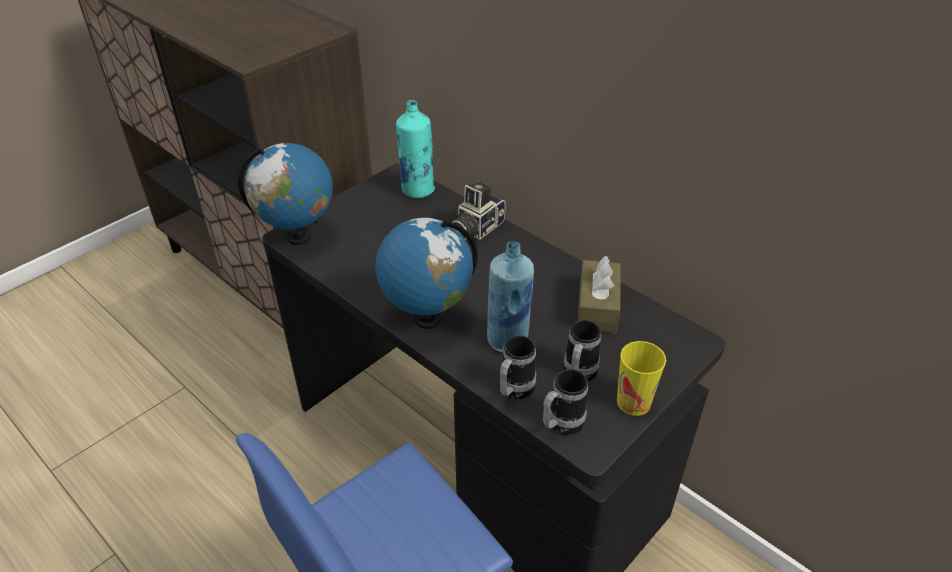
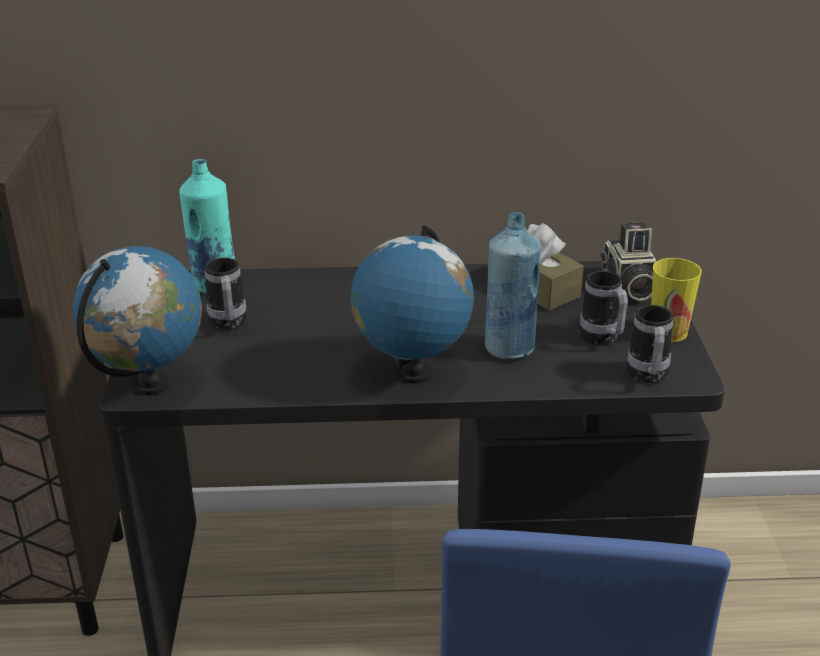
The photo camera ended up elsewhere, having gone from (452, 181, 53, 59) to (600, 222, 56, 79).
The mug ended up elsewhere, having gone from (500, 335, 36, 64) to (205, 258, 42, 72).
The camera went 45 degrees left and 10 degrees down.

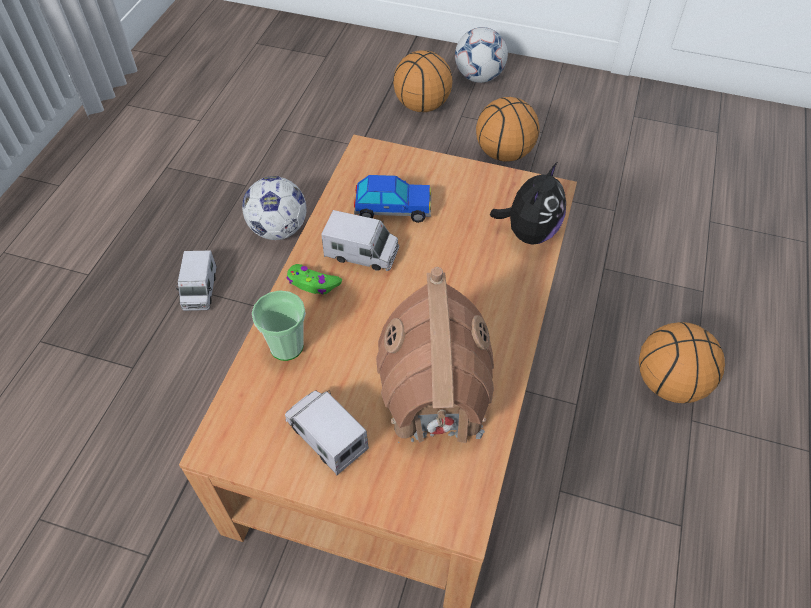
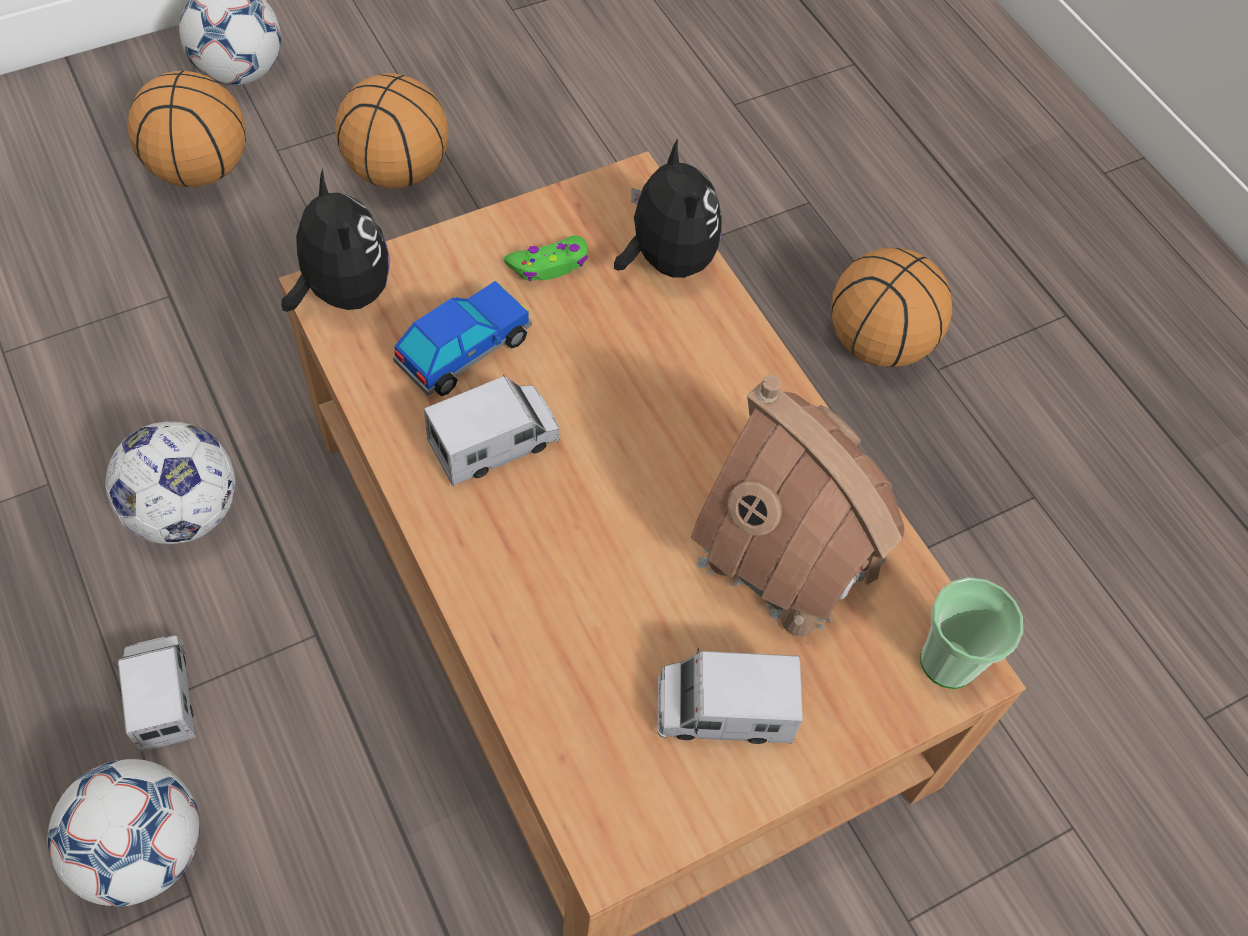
The model truck at (175, 250, 42, 61) ended up facing another way, 150 degrees counterclockwise from before.
The green game controller ended up elsewhere, having gone from (286, 264, 56, 30) to (504, 236, 84, 45).
The small cup ended up elsewhere, having gone from (252, 290, 54, 71) to (920, 577, 103, 112).
The second view gained the cuddly toy at (281, 169, 109, 143).
The second view gained the ball for football at (48, 759, 152, 148).
The camera went 50 degrees left and 5 degrees up.

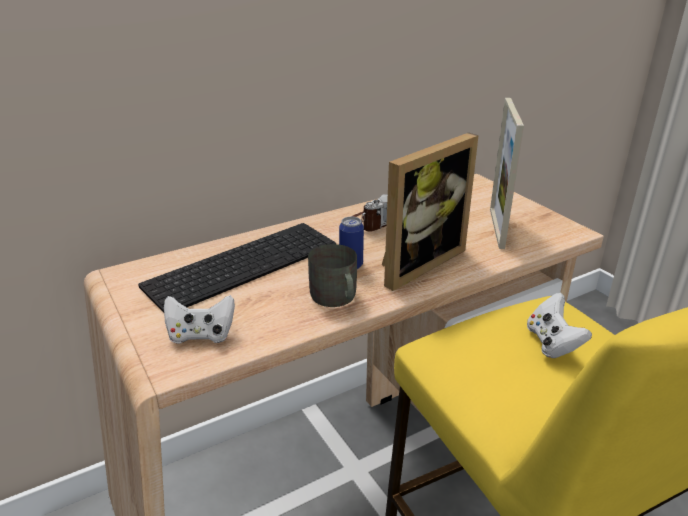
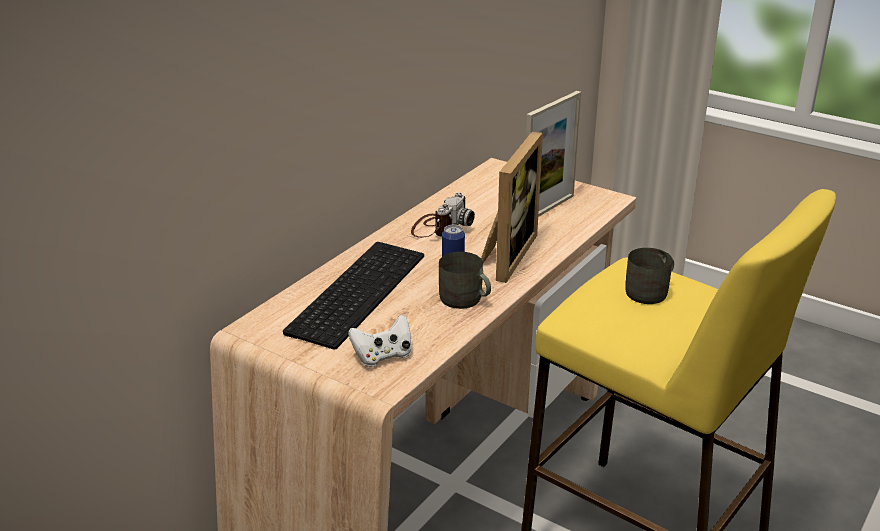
The photo frame at (490, 98, 34, 151) ended up facing another way, 120 degrees counterclockwise from before.
Where the white game controller stood at (527, 293, 65, 65), the gray mug came to stand at (625, 248, 49, 56).
The camera went 25 degrees left and 0 degrees up.

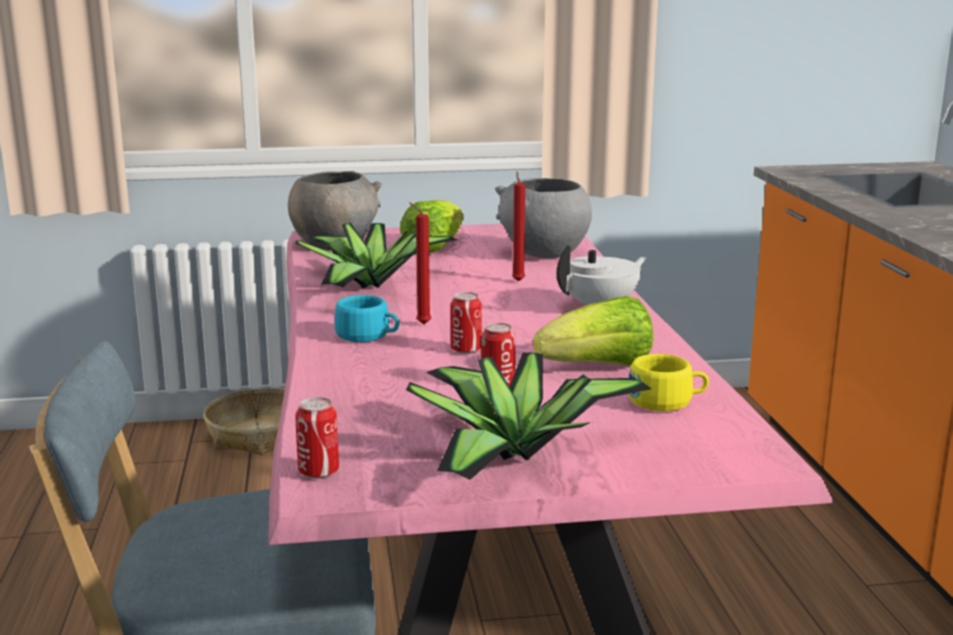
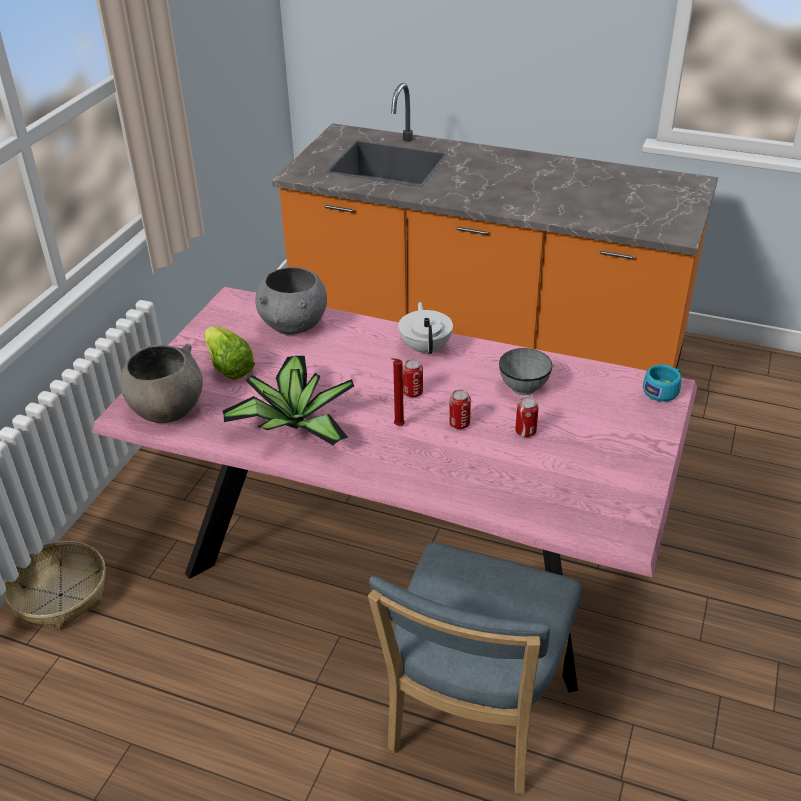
The second view lost the red candle at (512, 171, 13, 111).
The blue-green small cup ended up elsewhere, having gone from (334, 295, 66, 47) to (643, 364, 38, 38).
Where the lettuce head stood at (533, 296, 120, 70), the gray serving bowl came to stand at (499, 348, 53, 47).
The second view lost the plant in a pot at (406, 352, 246, 128).
The second view lost the yellowish small cup at (629, 354, 80, 57).
The sealed can ended up elsewhere, having gone from (295, 397, 44, 82) to (403, 359, 20, 38).
The camera went 60 degrees left and 20 degrees up.

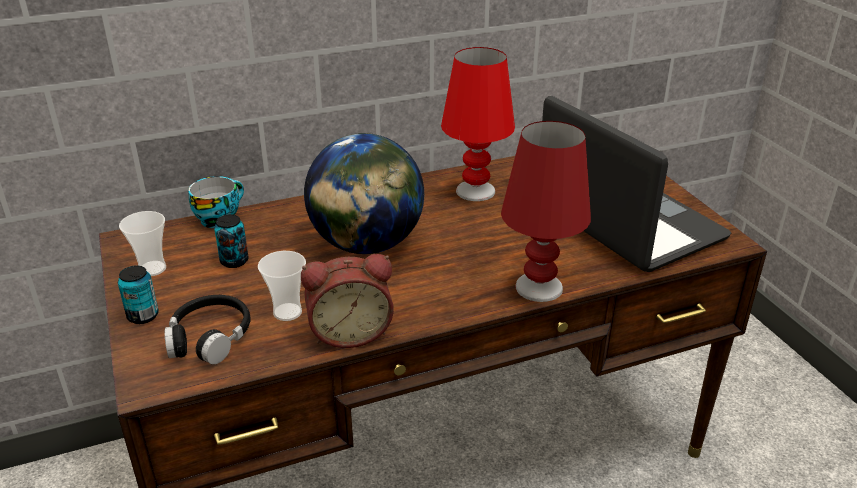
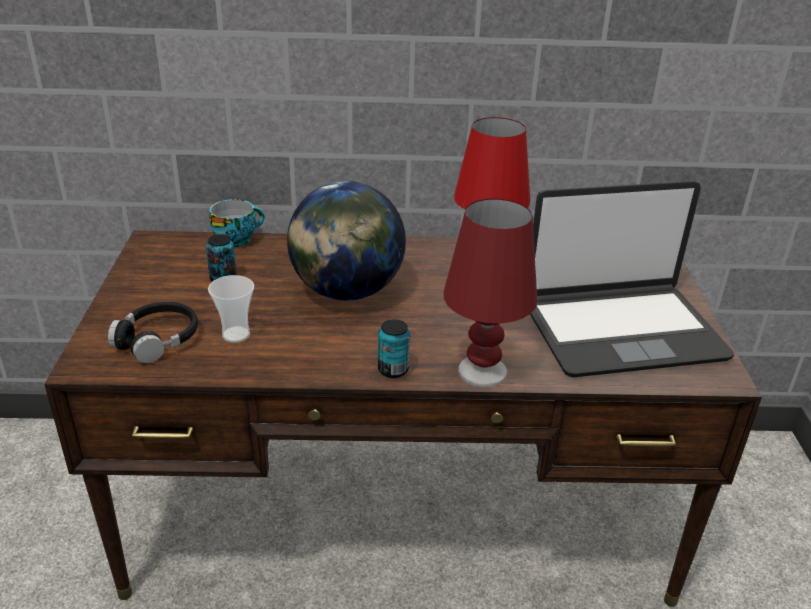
The laptop at (542, 96, 189, 176) ended up facing another way, 90 degrees clockwise from before.
The second view lost the small cup at (119, 211, 47, 65).
The second view lost the table clock at (301, 254, 93, 94).
The sealed can ended up elsewhere, having gone from (118, 265, 41, 59) to (378, 319, 32, 59).
The camera went 20 degrees right and 0 degrees up.

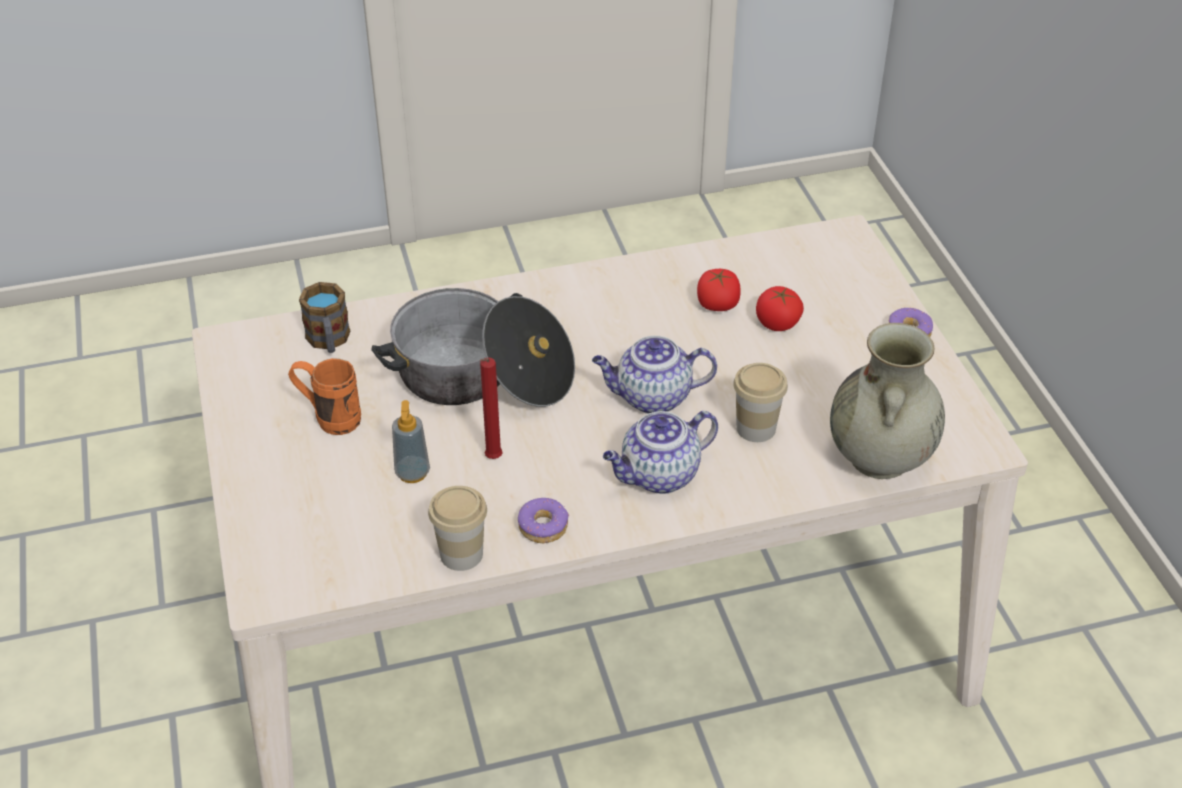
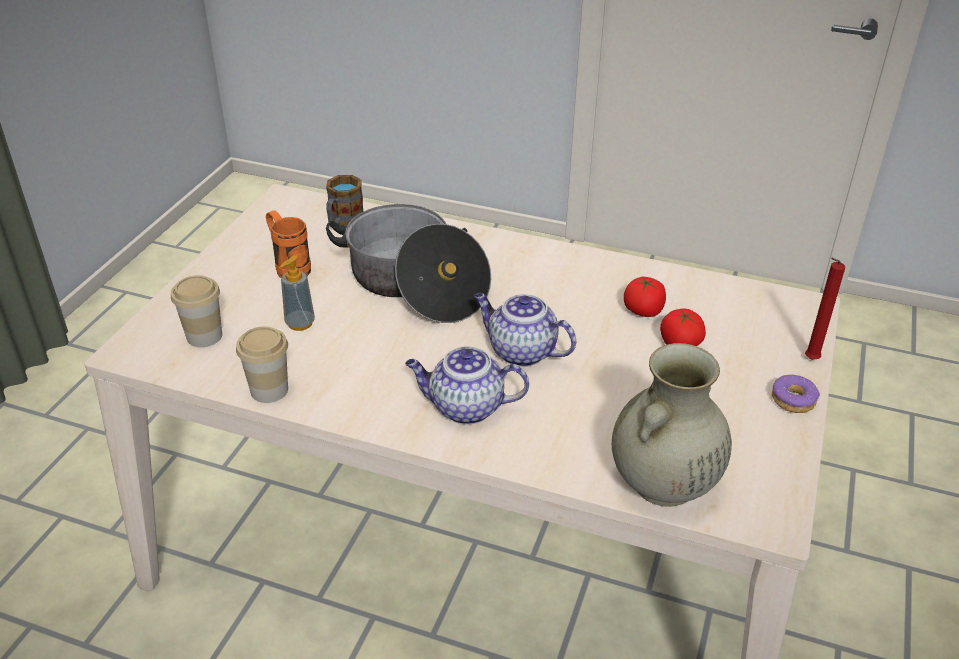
The red candle ended up elsewhere, having gone from (480, 357, 23, 102) to (805, 258, 40, 102).
The small cup ended up elsewhere, having gone from (733, 363, 55, 79) to (171, 275, 51, 72).
The second view lost the ring doughnut at (518, 498, 51, 45).
The camera went 35 degrees right and 5 degrees down.

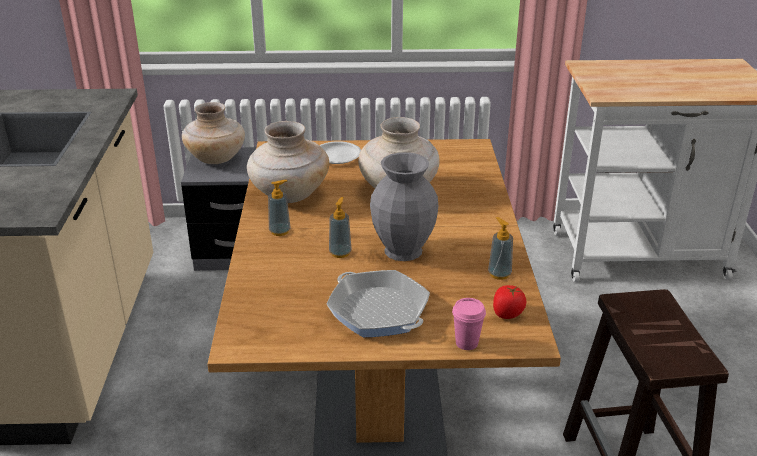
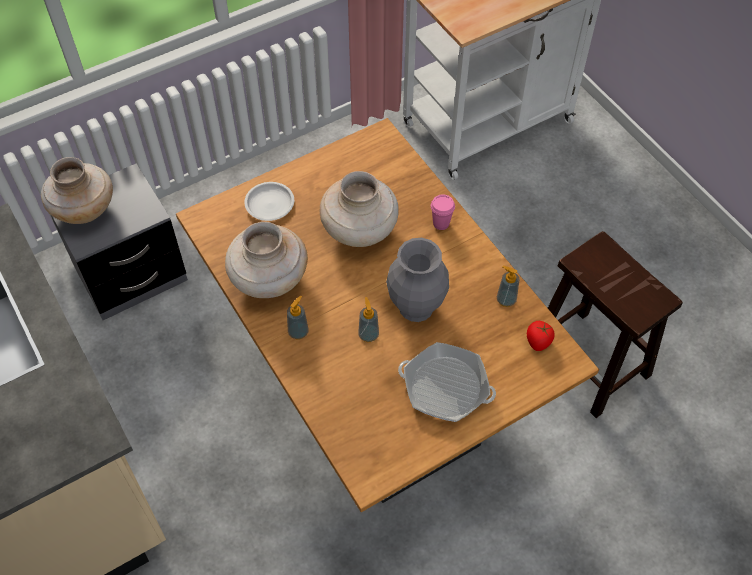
The pink small cup ended up elsewhere, having gone from (452, 298, 34, 52) to (431, 194, 24, 36).
The camera went 30 degrees left and 25 degrees up.

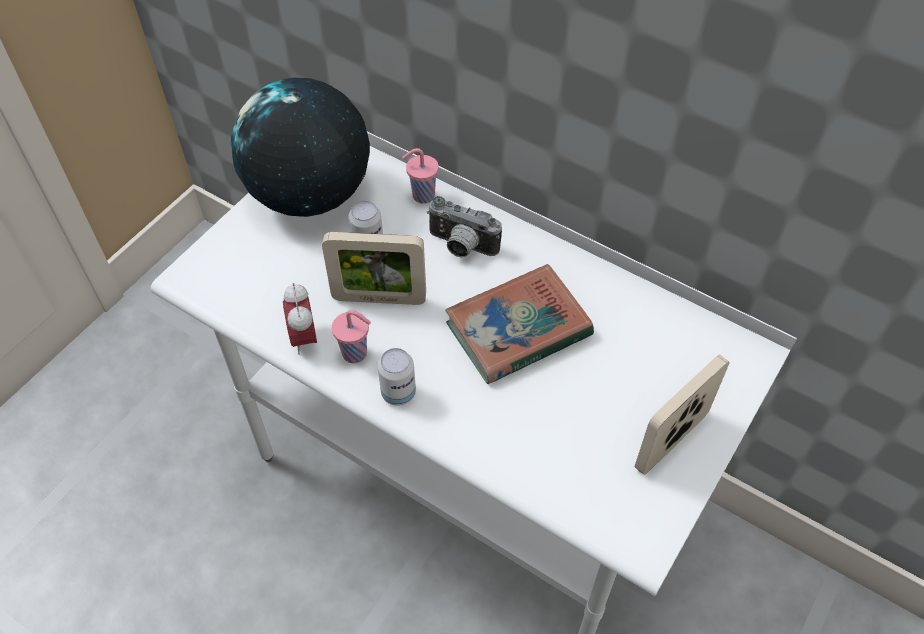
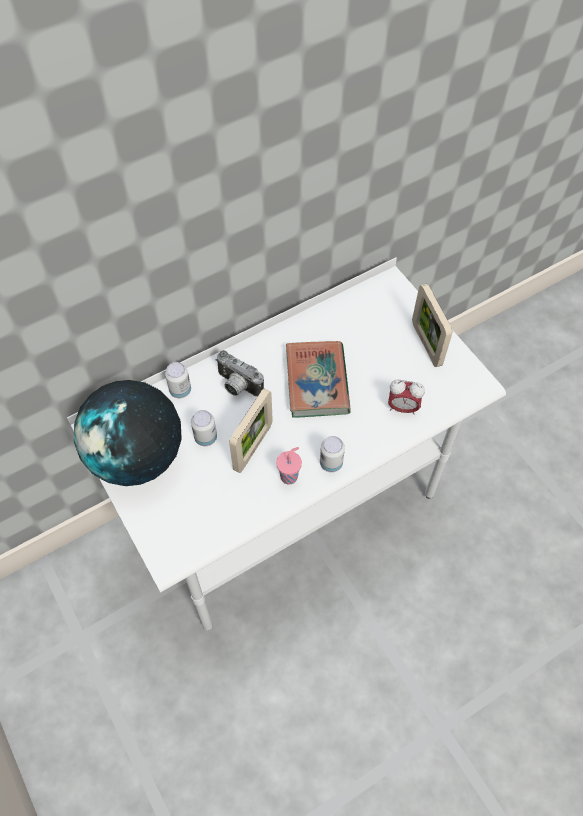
Where the pink small cup stood at (402, 148, 37, 56), the sealed can came to stand at (165, 362, 26, 36).
The photo camera at (427, 196, 75, 62) ended up facing another way, 75 degrees clockwise from before.
The table clock ended up elsewhere, having gone from (283, 283, 34, 72) to (388, 380, 37, 35).
The camera went 65 degrees left and 5 degrees up.

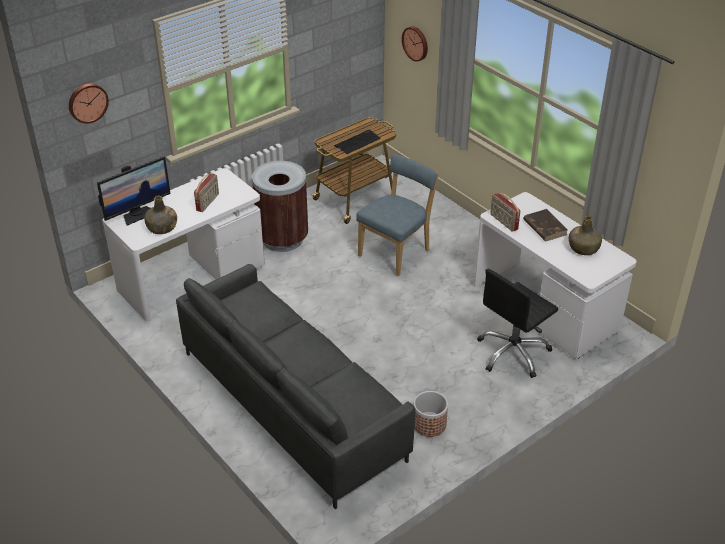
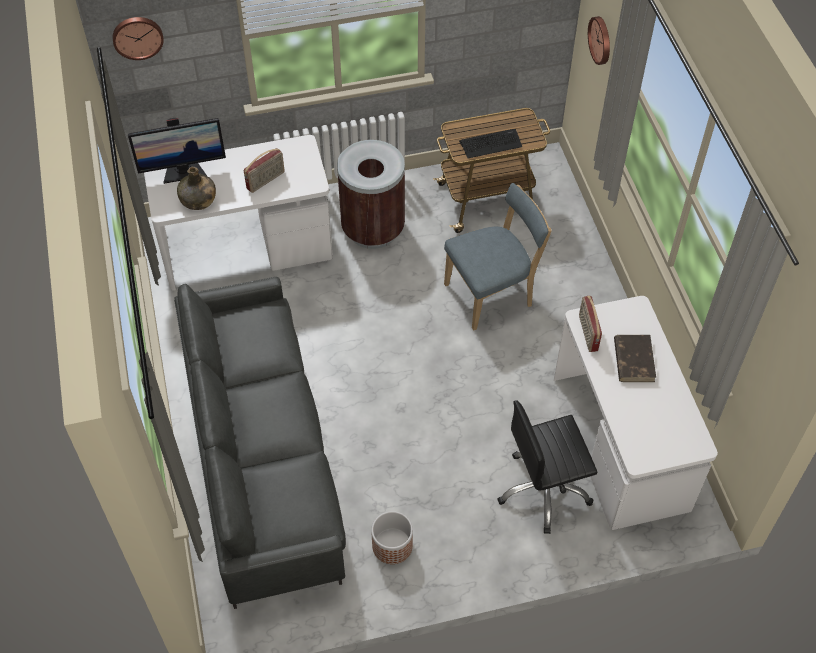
The second view lost the green bottle at (569, 216, 33, 39).
The camera went 25 degrees right and 15 degrees up.

